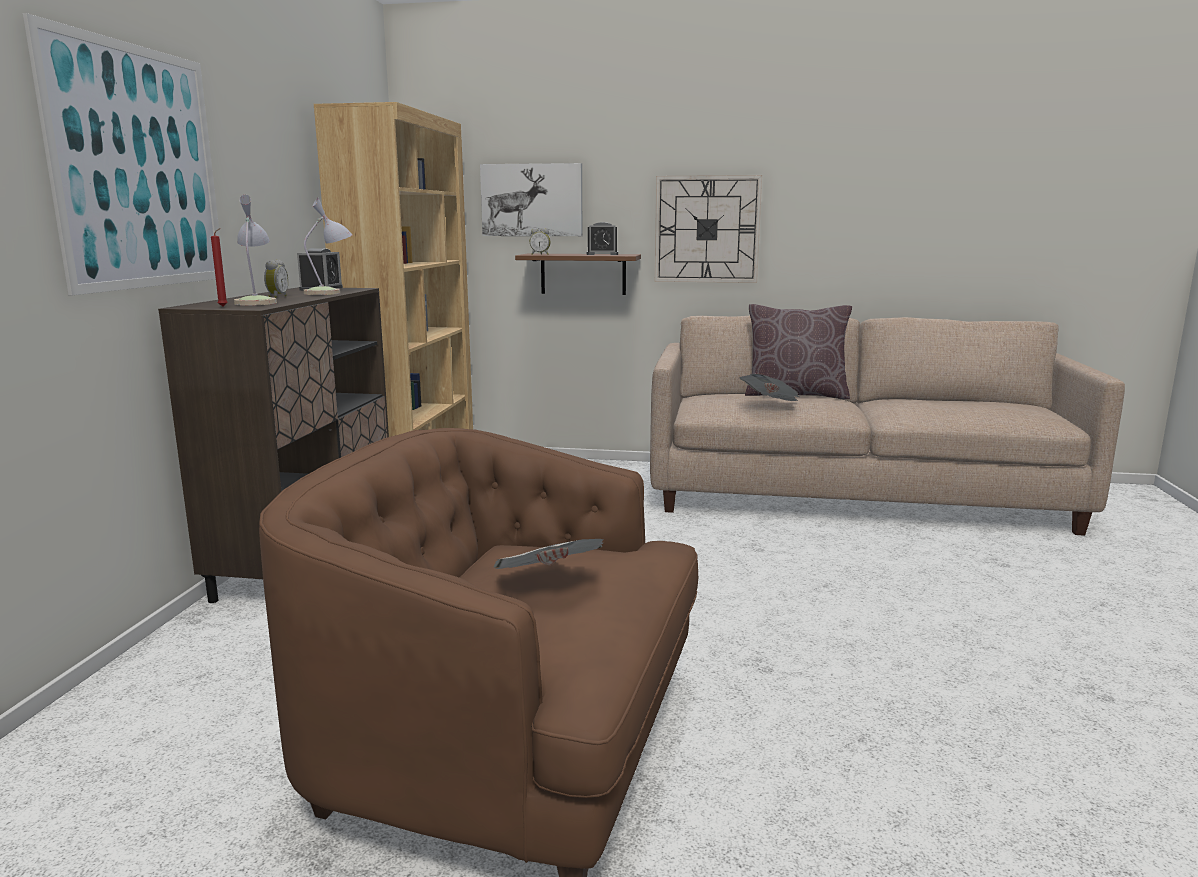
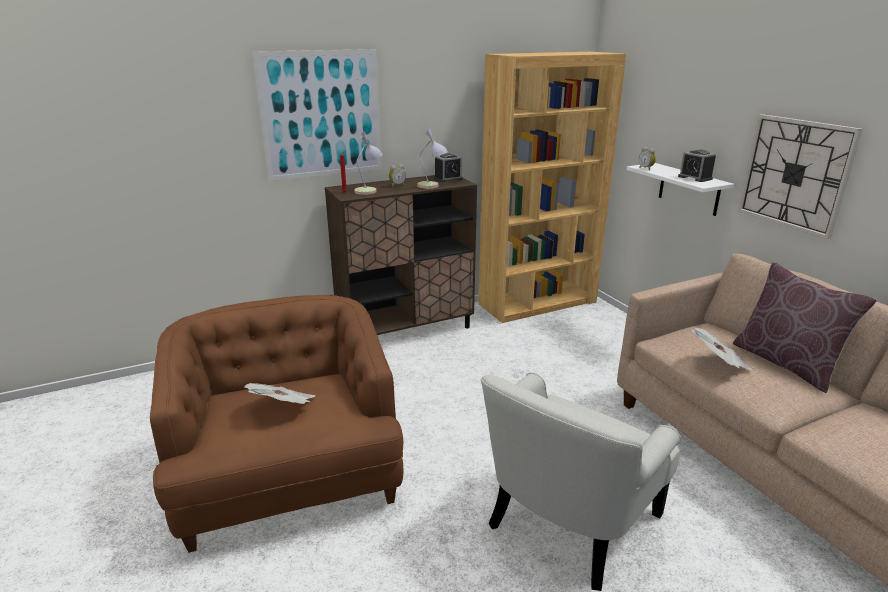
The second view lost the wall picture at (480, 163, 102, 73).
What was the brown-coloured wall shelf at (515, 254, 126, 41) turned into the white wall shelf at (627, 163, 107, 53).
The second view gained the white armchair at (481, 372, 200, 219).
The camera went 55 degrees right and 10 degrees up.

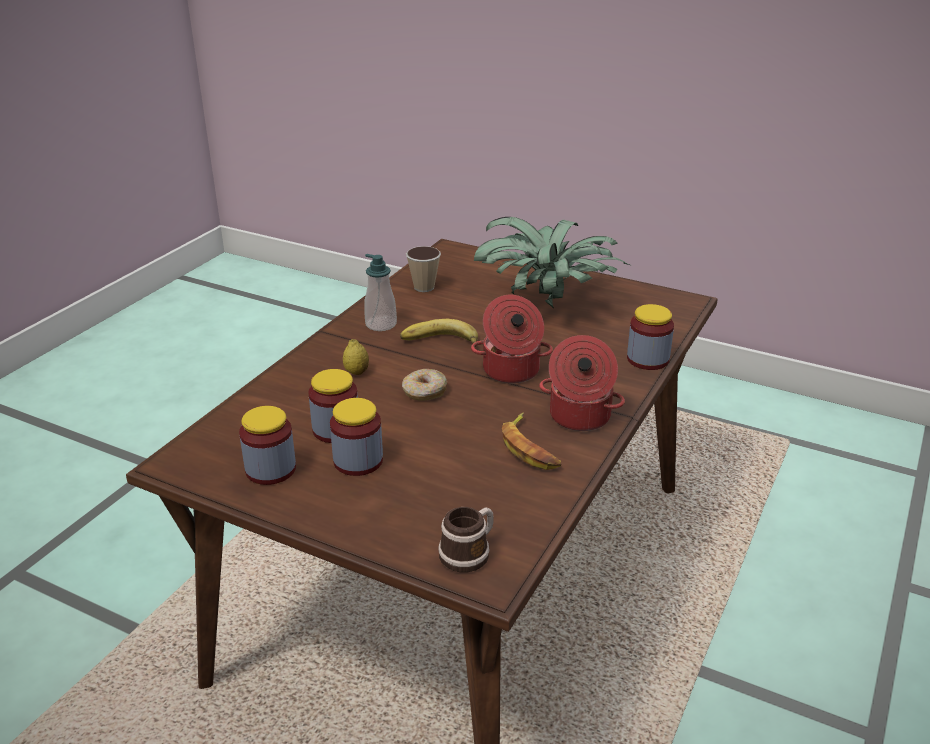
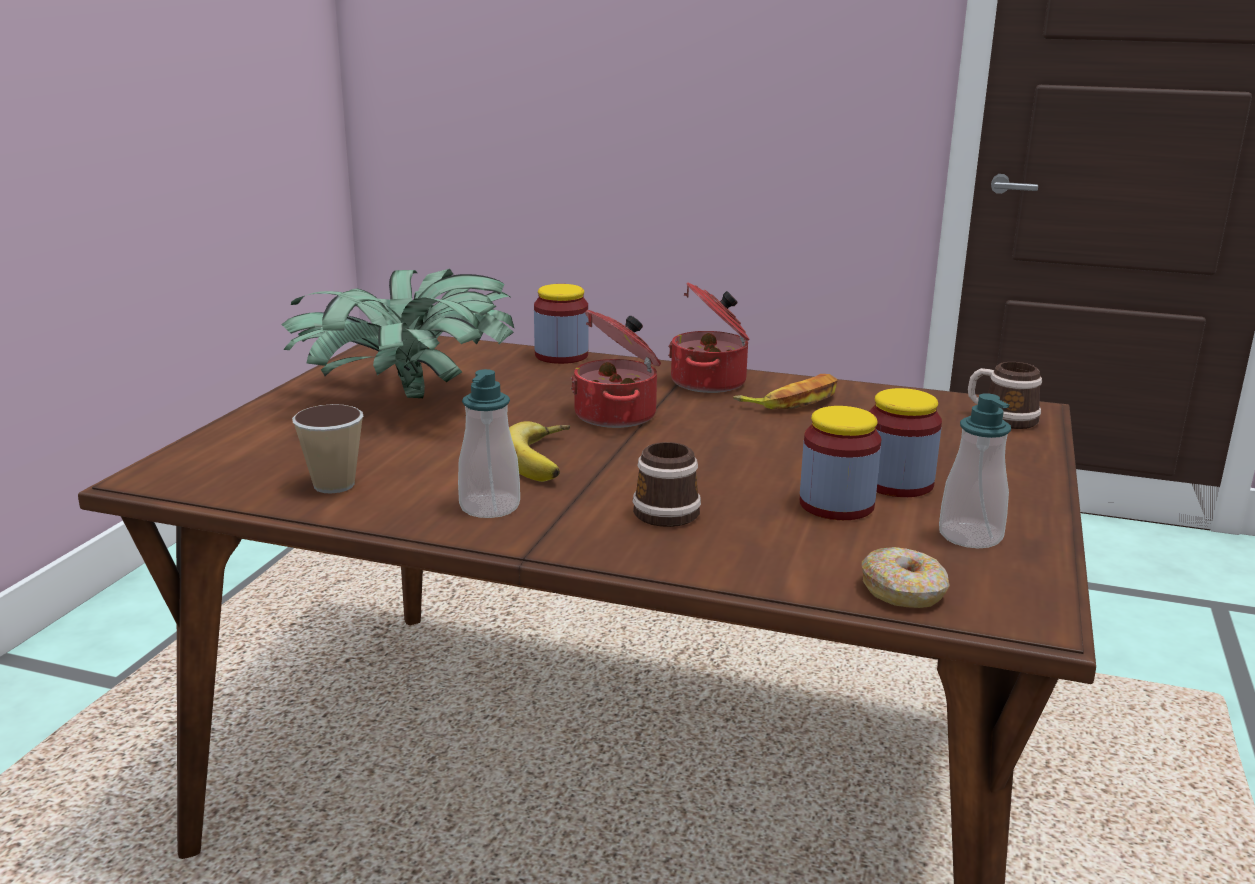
Where the lemon stood at (343, 339, 26, 36), the mug came to stand at (632, 442, 69, 85).
The ring doughnut ended up elsewhere, having gone from (402, 369, 45, 32) to (862, 547, 88, 61).
Where the jar stood at (239, 406, 57, 79), the soap bottle came to stand at (939, 393, 72, 155).
The camera went 100 degrees left and 10 degrees down.

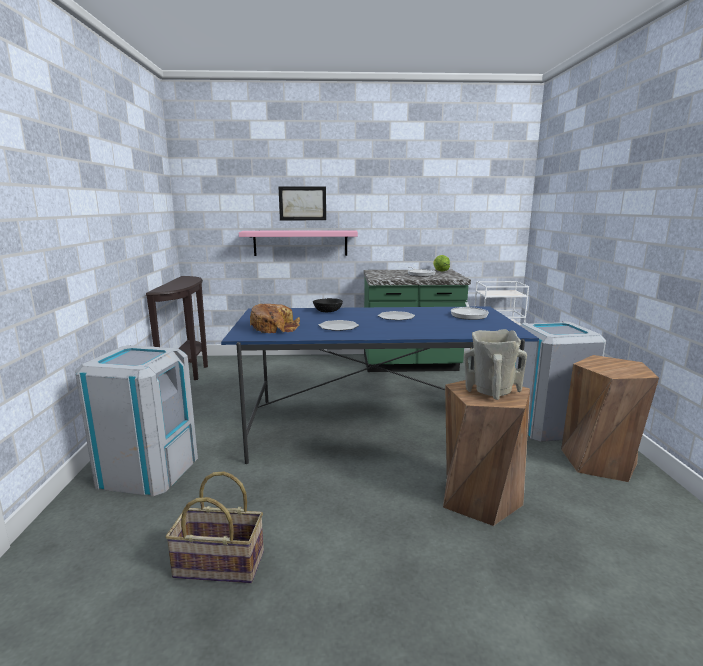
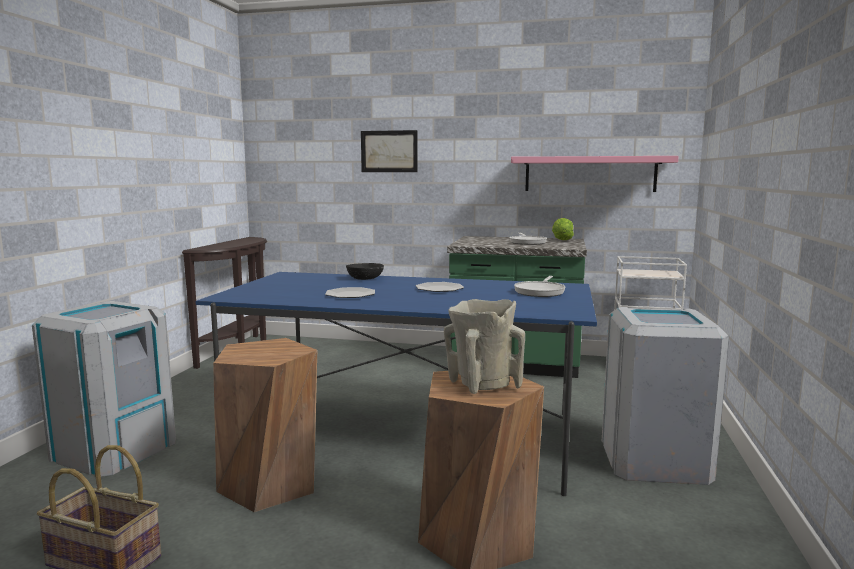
The pink wall shelf ended up elsewhere, having gone from (239, 230, 119, 26) to (511, 156, 168, 36).
The second view lost the bread at (250, 304, 50, 29).
The brown-coloured sitting stool ended up elsewhere, having gone from (561, 355, 98, 127) to (213, 338, 104, 174).
The camera went 15 degrees right and 5 degrees down.

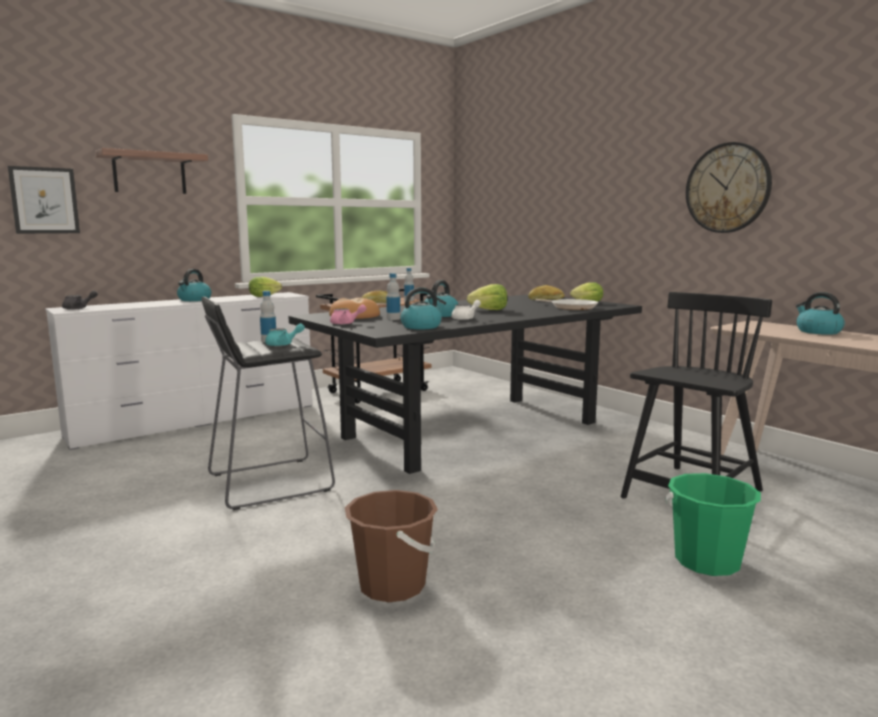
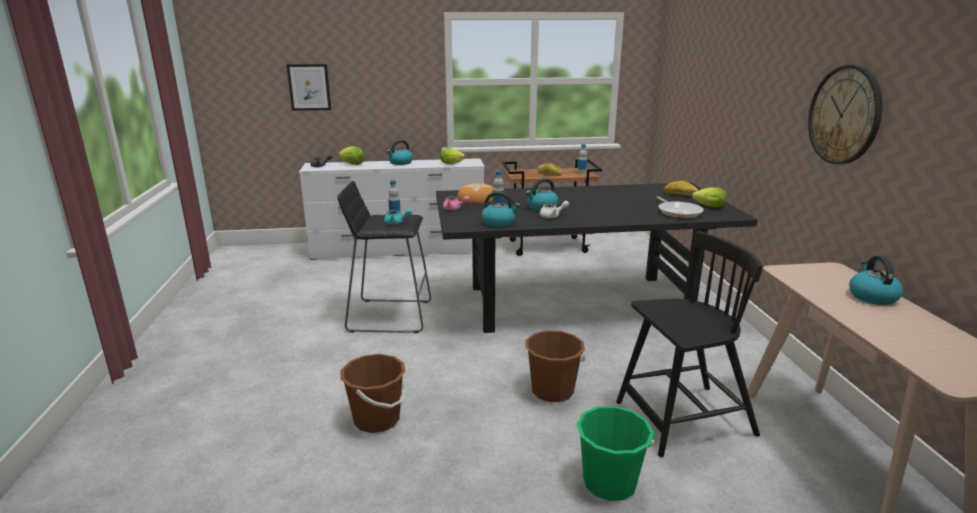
The second view lost the wall shelf at (95, 148, 113, 46).
The lettuce head ended up elsewhere, having gone from (467, 284, 40, 26) to (338, 146, 26, 19).
The second view gained the brown-coloured pail at (526, 330, 60, 72).
The camera went 30 degrees right and 10 degrees up.

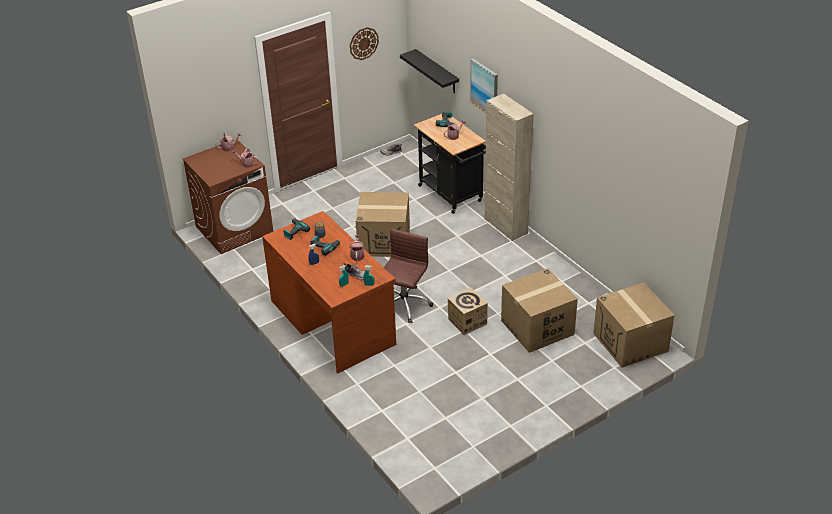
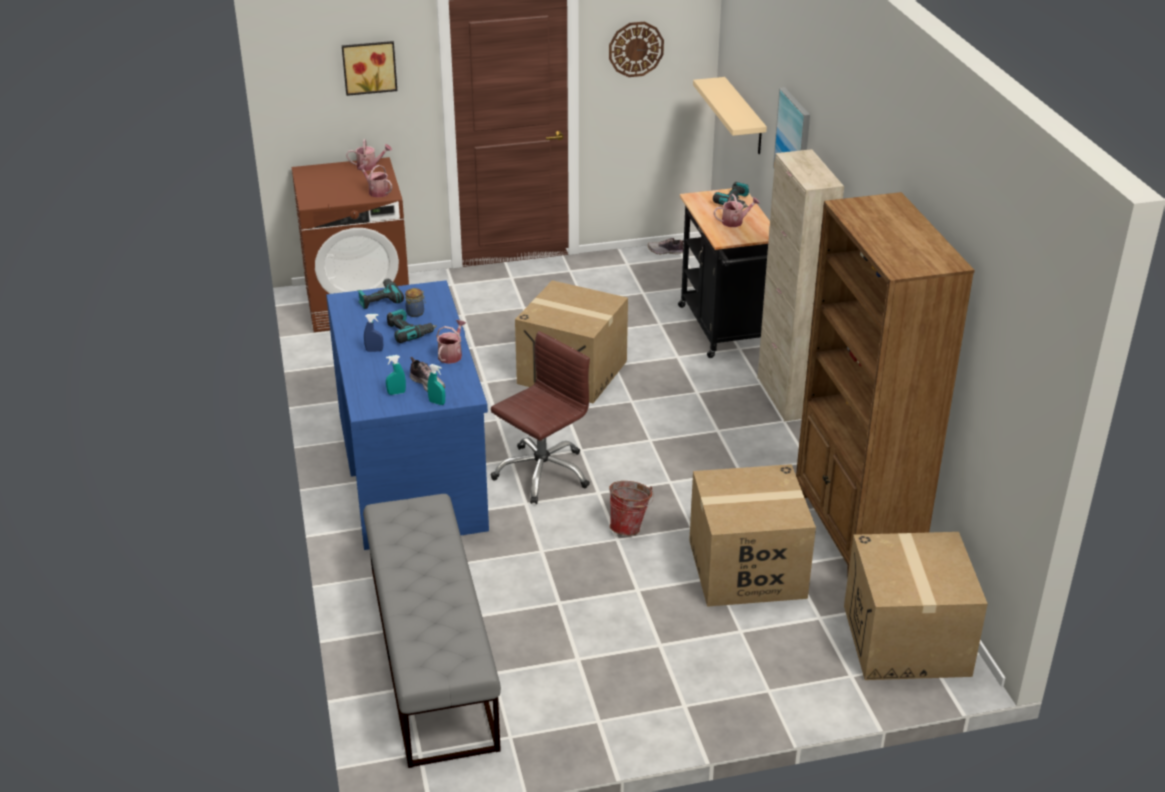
What was the black wall shelf at (400, 49, 59, 45) turned into the beige-coloured wall shelf at (693, 77, 74, 77).
What was the brown-coloured desk at (262, 211, 134, 163) turned into the blue desk at (326, 280, 163, 270).
Where the cardboard box stood at (448, 288, 40, 47), the pail came to stand at (609, 481, 45, 55).
The second view gained the wall picture at (342, 41, 55, 55).
The second view gained the brown-coloured shelving unit at (796, 192, 179, 385).
The second view gained the gray long seat at (363, 494, 138, 274).
The camera went 20 degrees right and 5 degrees down.

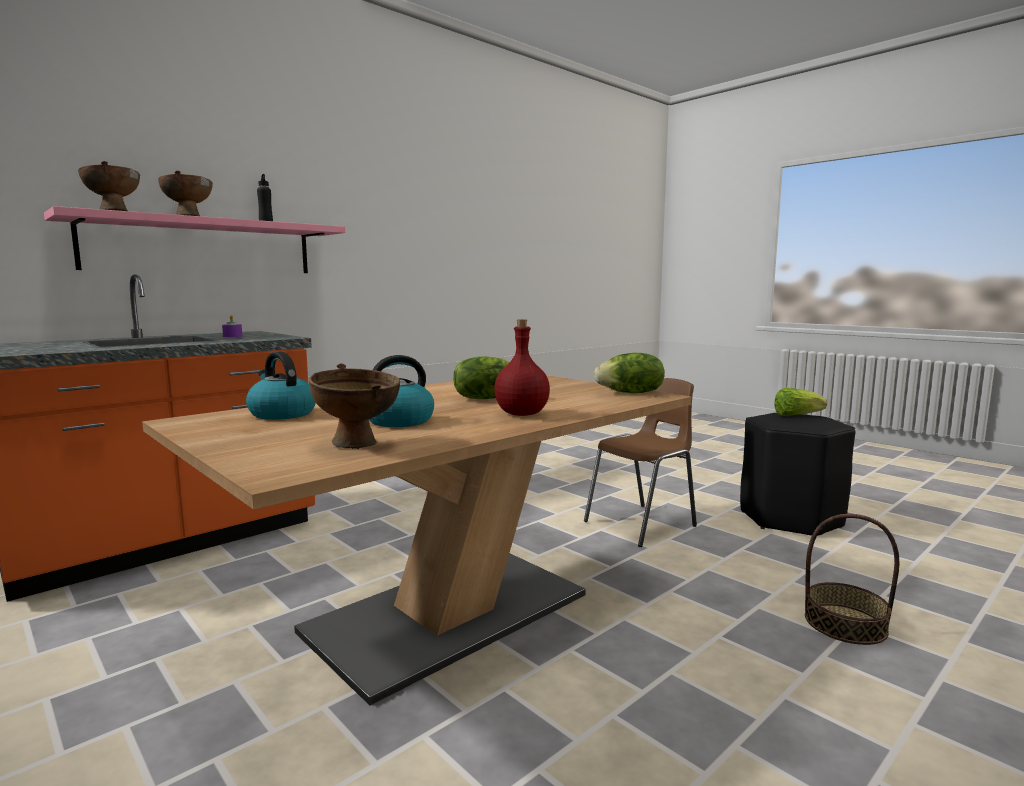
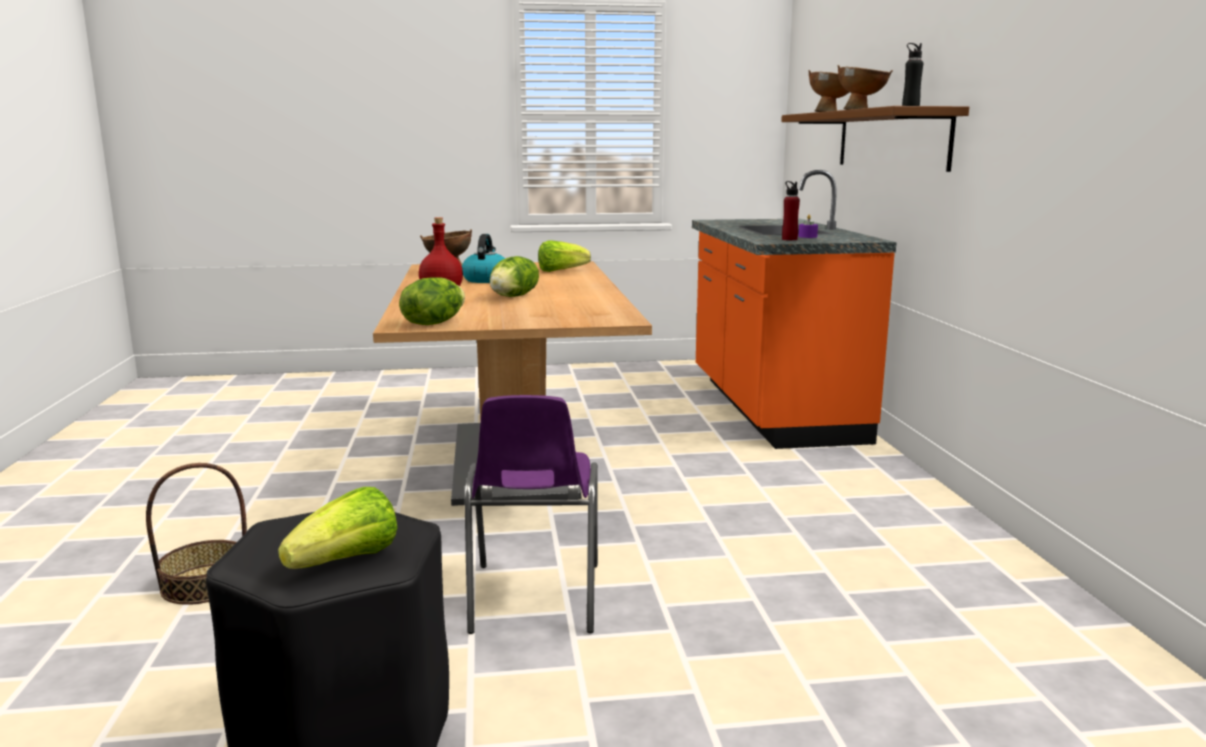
What was the pink wall shelf at (44, 206, 301, 67) turned into the brown-coloured wall shelf at (781, 106, 188, 66).
Where the water kettle stood at (246, 351, 70, 69), the lettuce head came to stand at (538, 240, 53, 32).
What was the brown-coloured upright chair at (584, 378, 113, 169) turned into the purple upright chair at (464, 395, 134, 239).
The second view gained the red bottle at (782, 181, 18, 60).
The camera went 125 degrees right and 5 degrees up.

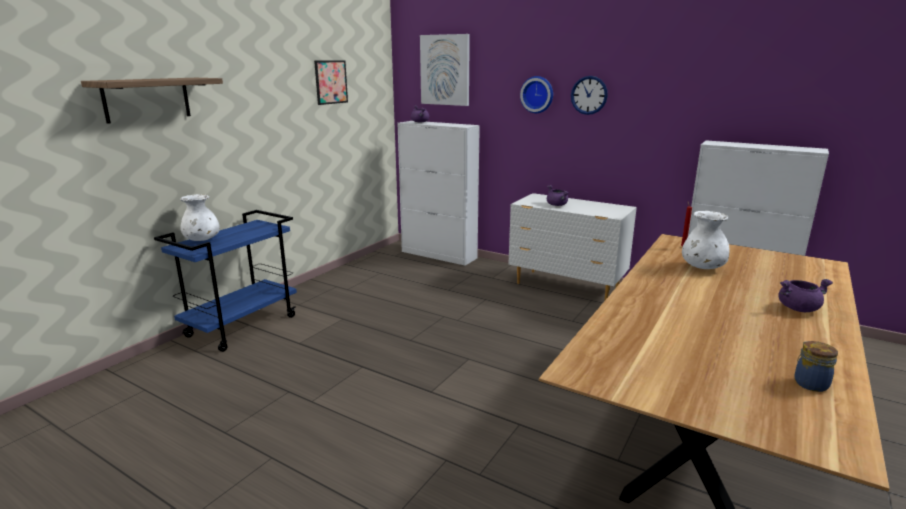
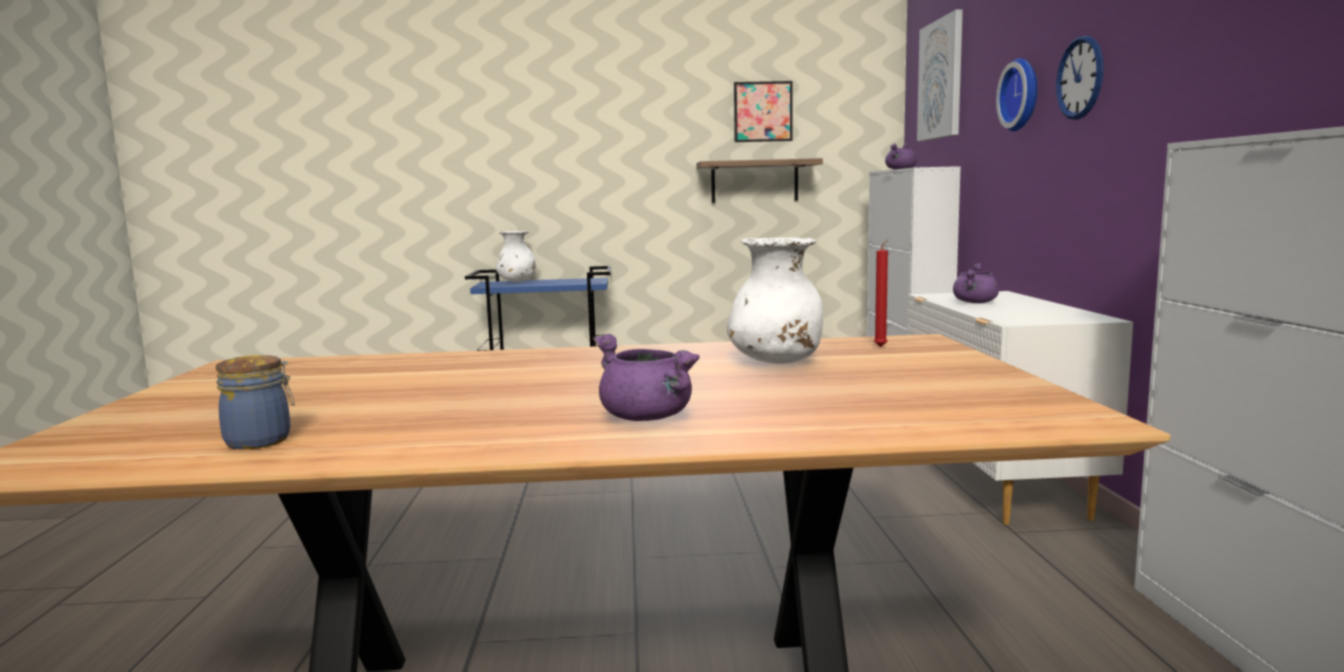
The wall shelf ended up elsewhere, having gone from (81, 78, 142, 46) to (696, 158, 127, 45).
The camera went 55 degrees right and 10 degrees down.

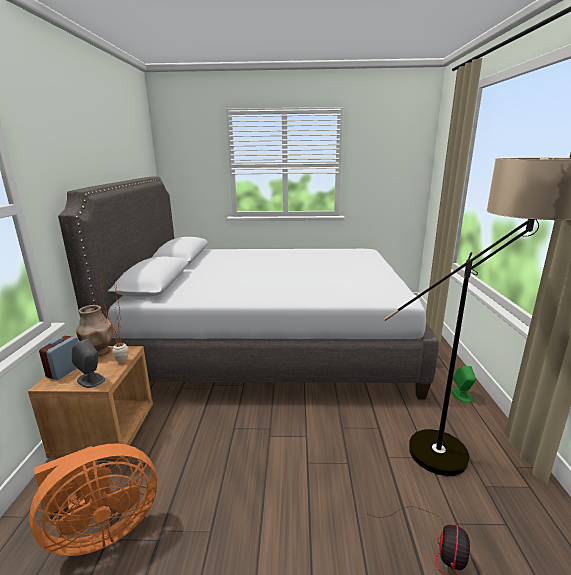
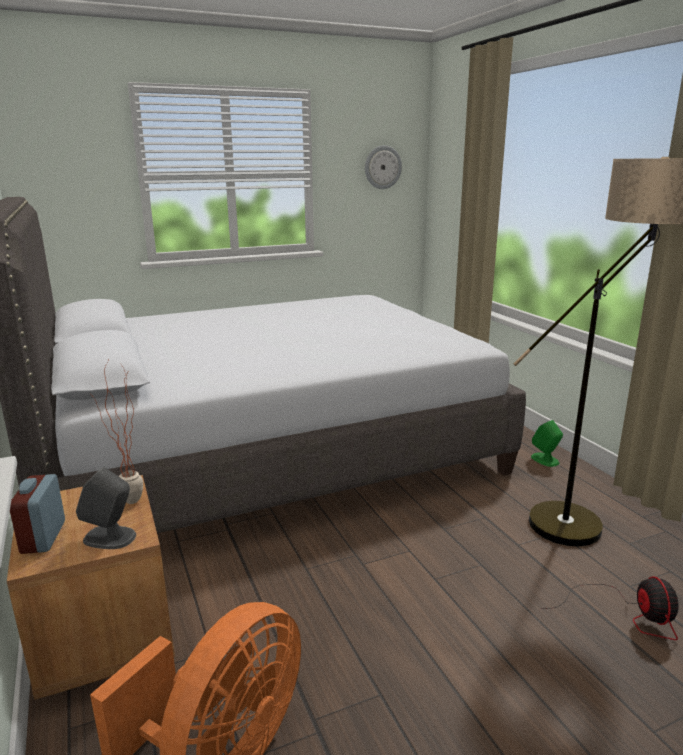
The second view lost the brown-coloured flower vase at (76, 305, 37, 51).
The second view gained the clock on the wall at (365, 145, 37, 44).
The camera went 25 degrees left and 0 degrees up.

